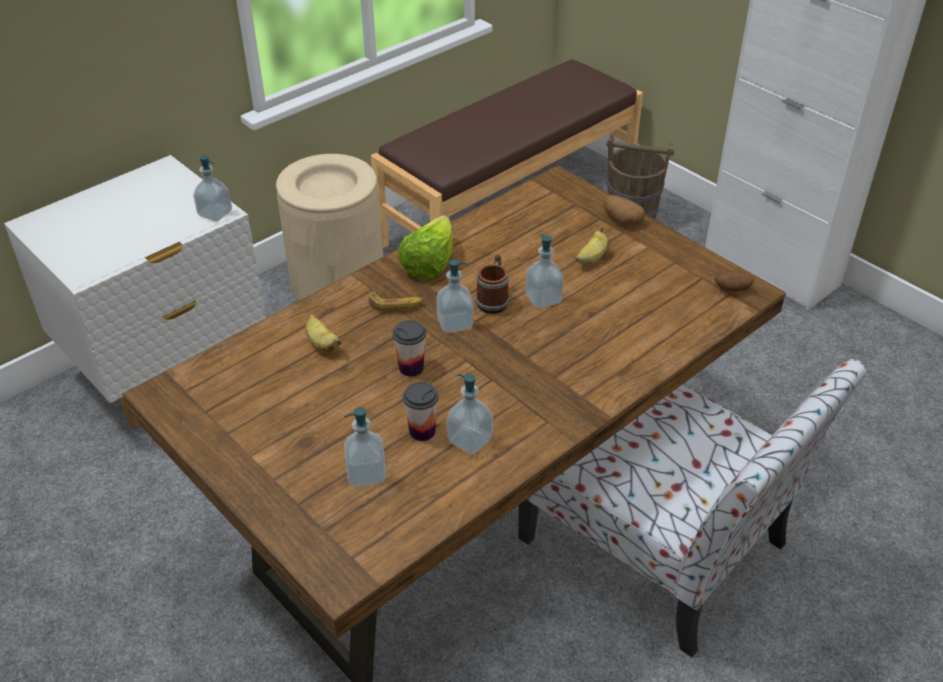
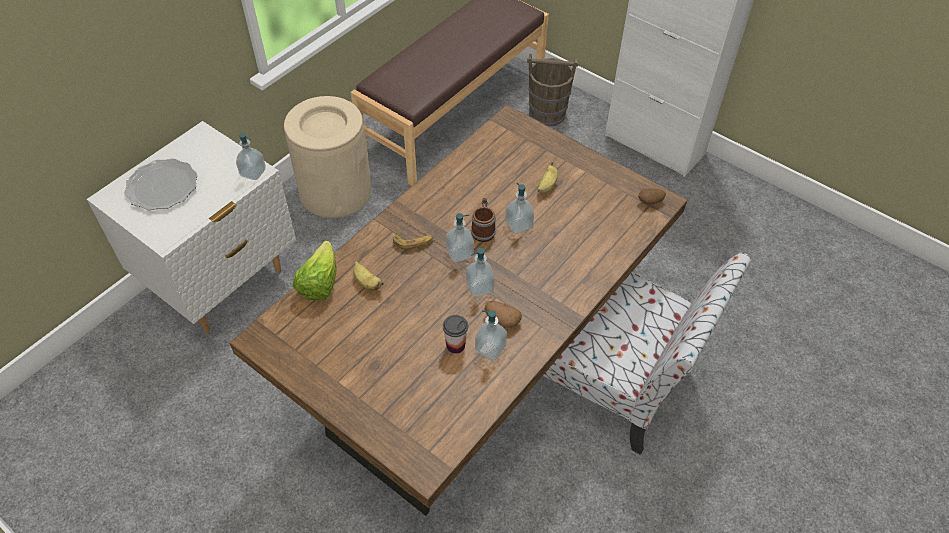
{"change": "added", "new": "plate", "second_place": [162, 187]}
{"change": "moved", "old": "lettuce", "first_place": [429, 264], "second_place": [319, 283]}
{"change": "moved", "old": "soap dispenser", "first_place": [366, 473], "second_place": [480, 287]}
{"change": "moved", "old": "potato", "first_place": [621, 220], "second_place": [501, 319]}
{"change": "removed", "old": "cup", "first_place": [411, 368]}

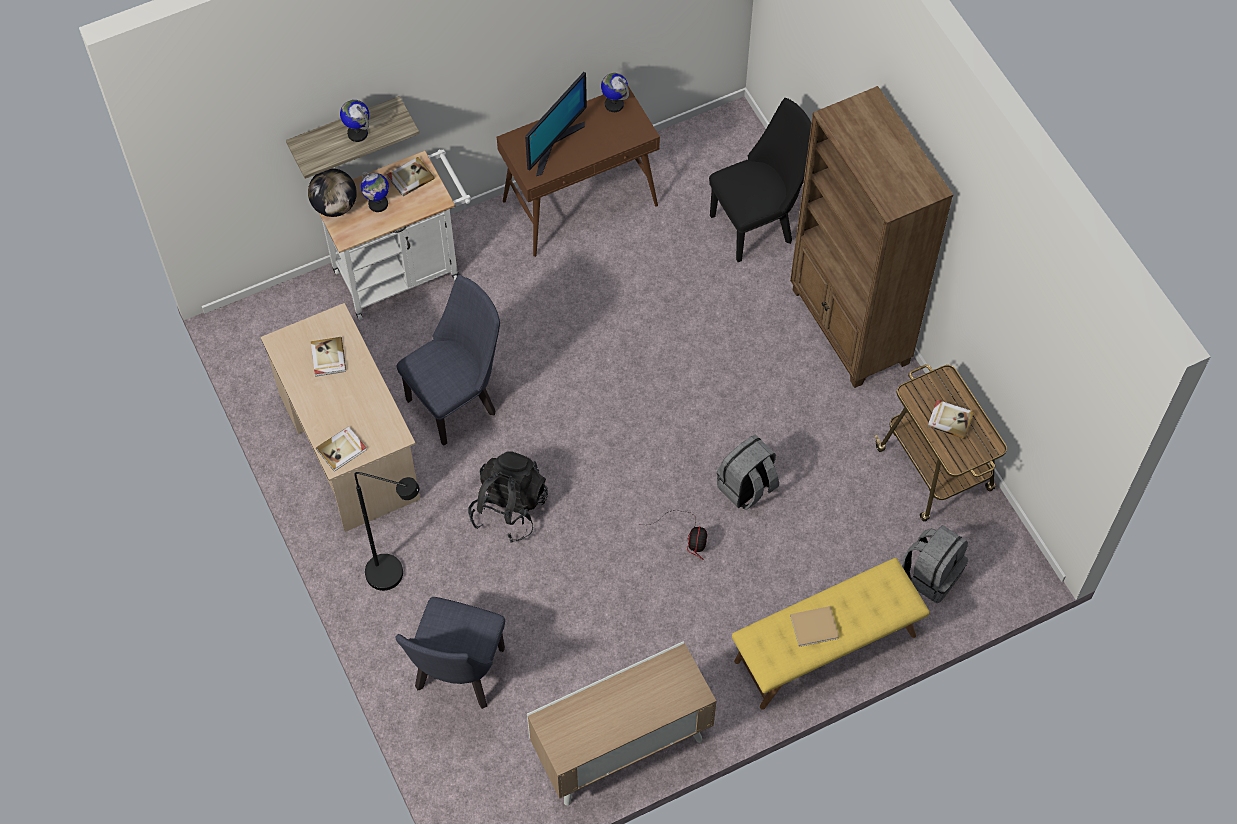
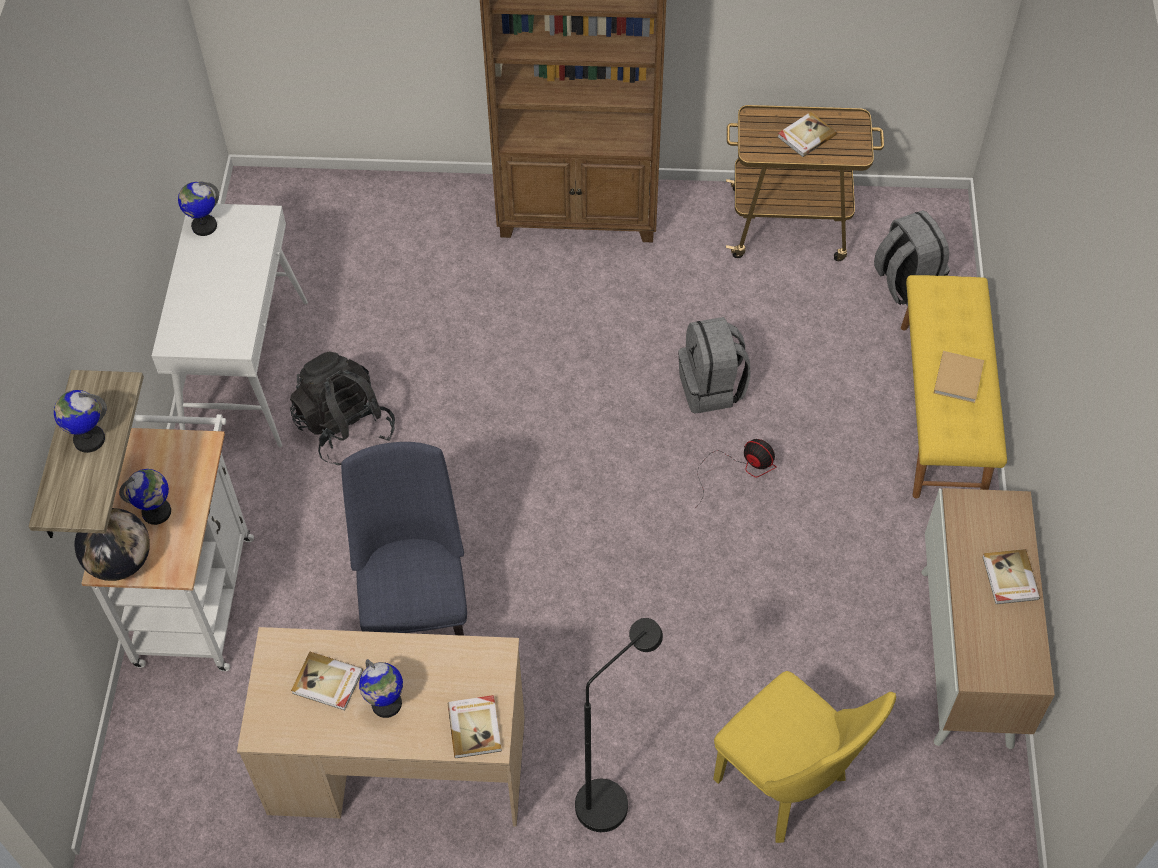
{"change": "recoloured", "old": "brown console table", "new": "white console table", "first_place": [580, 203], "second_place": [246, 370]}
{"change": "moved", "old": "black backpack", "first_place": [509, 508], "second_place": [345, 428]}
{"change": "added", "new": "globe", "second_place": [386, 704]}
{"change": "recoloured", "old": "blue chair", "new": "yellow chair", "first_place": [458, 676], "second_place": [788, 787]}
{"change": "moved", "old": "book", "first_place": [410, 177], "second_place": [1009, 578]}
{"change": "removed", "old": "monitor", "first_place": [553, 144]}
{"change": "removed", "old": "black chair", "first_place": [757, 225]}

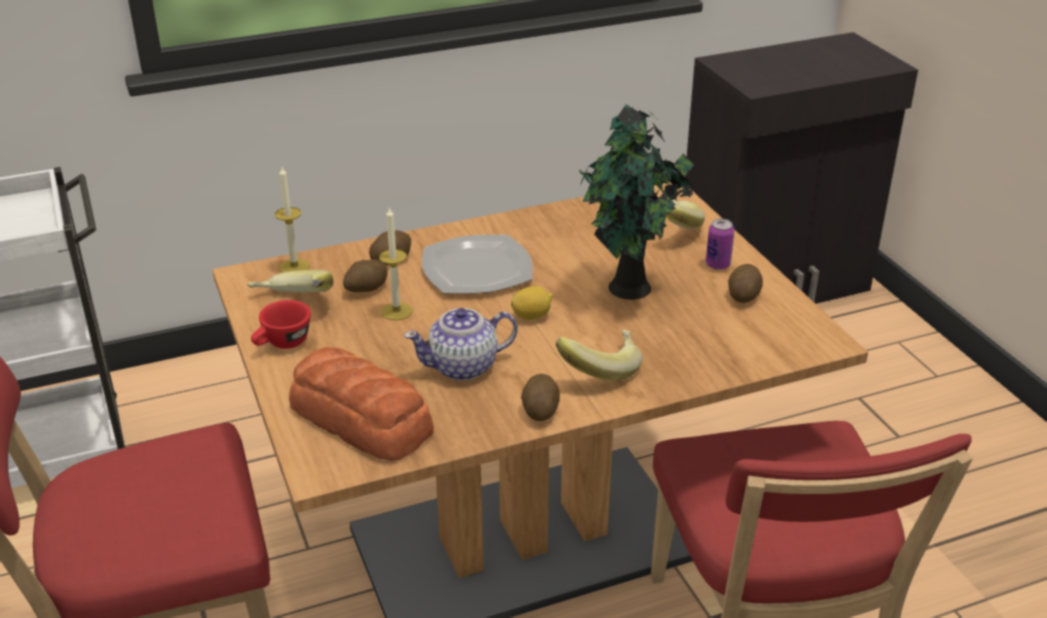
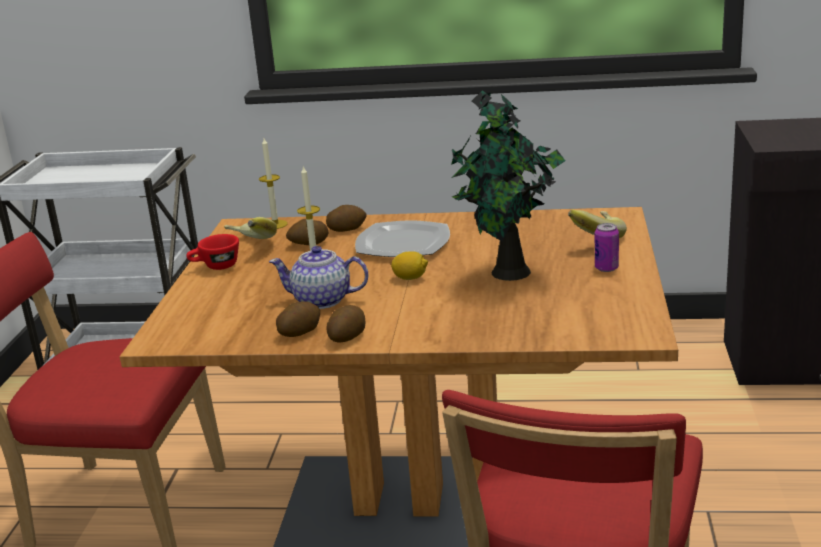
{"change": "moved", "old": "potato", "first_place": [743, 295], "second_place": [300, 332]}
{"change": "removed", "old": "bread", "first_place": [362, 420]}
{"change": "removed", "old": "banana", "first_place": [599, 368]}

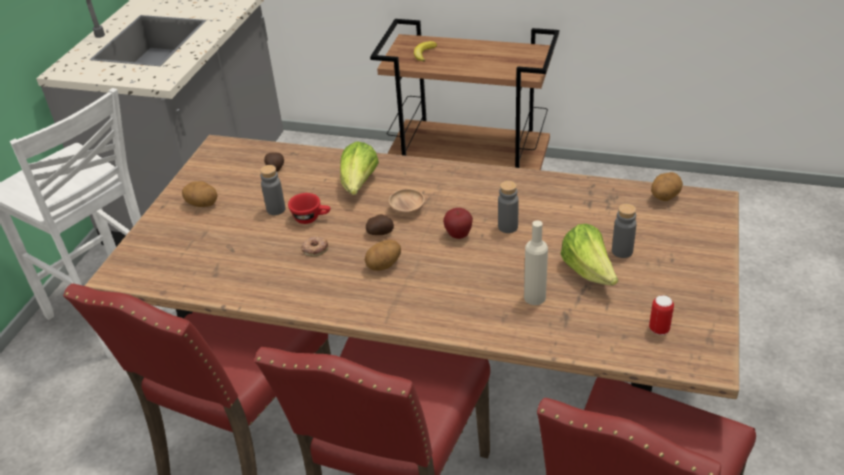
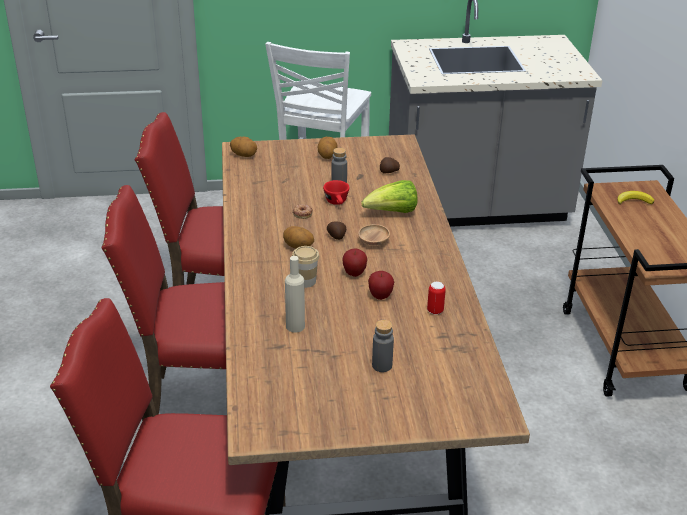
{"change": "moved", "old": "potato", "first_place": [664, 197], "second_place": [244, 155]}
{"change": "added", "new": "cup", "second_place": [305, 281]}
{"change": "replaced", "old": "grey bottle", "new": "apple", "first_place": [508, 227], "second_place": [380, 296]}
{"change": "moved", "old": "can", "first_place": [659, 329], "second_place": [435, 311]}
{"change": "removed", "old": "lettuce", "first_place": [588, 272]}

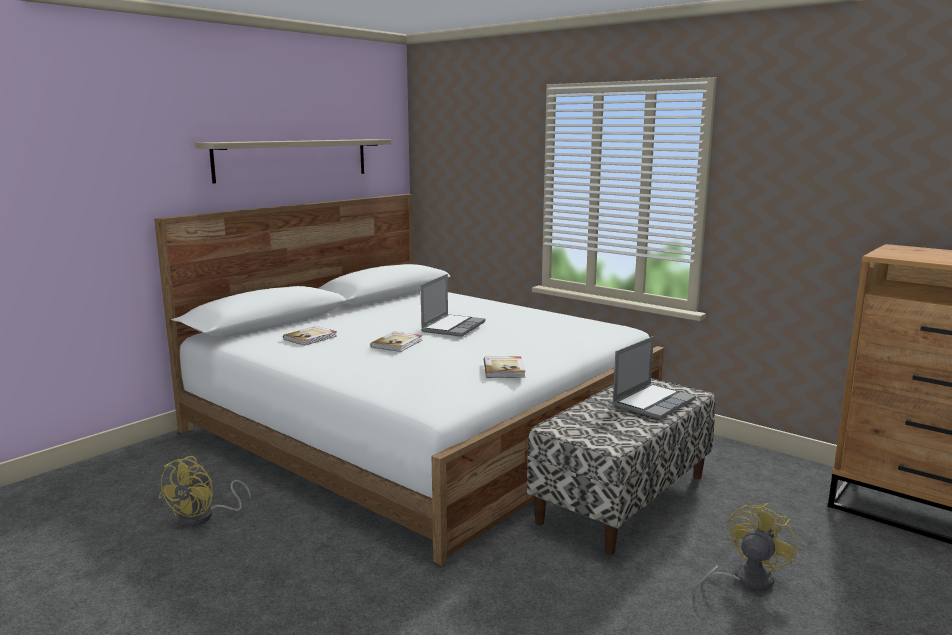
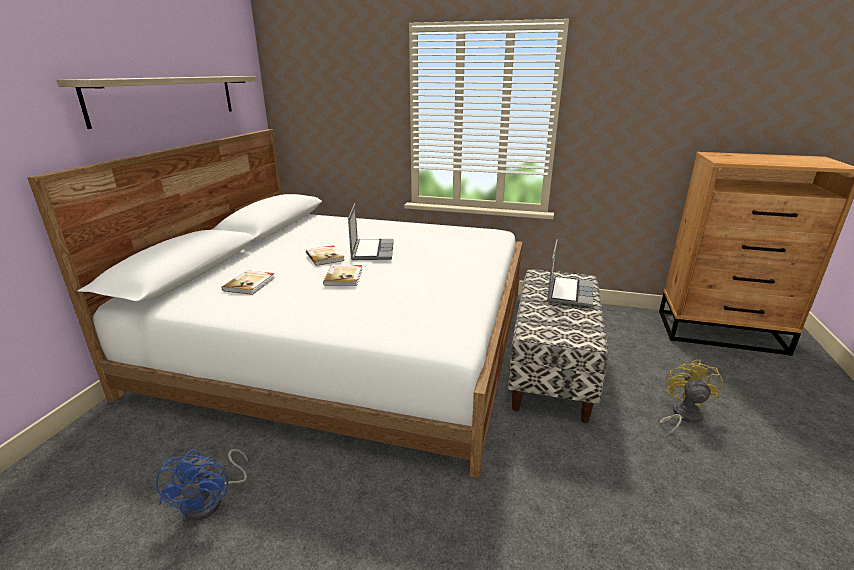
{"change": "recoloured", "old": "yellow fan", "new": "blue fan", "first_place": [204, 517], "second_place": [211, 500]}
{"change": "moved", "old": "book", "first_place": [504, 369], "second_place": [325, 257]}

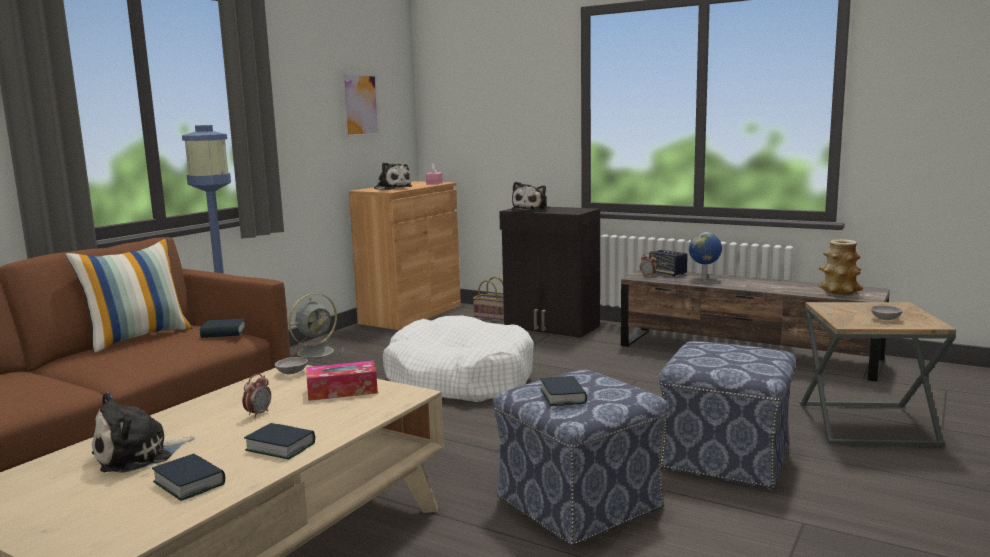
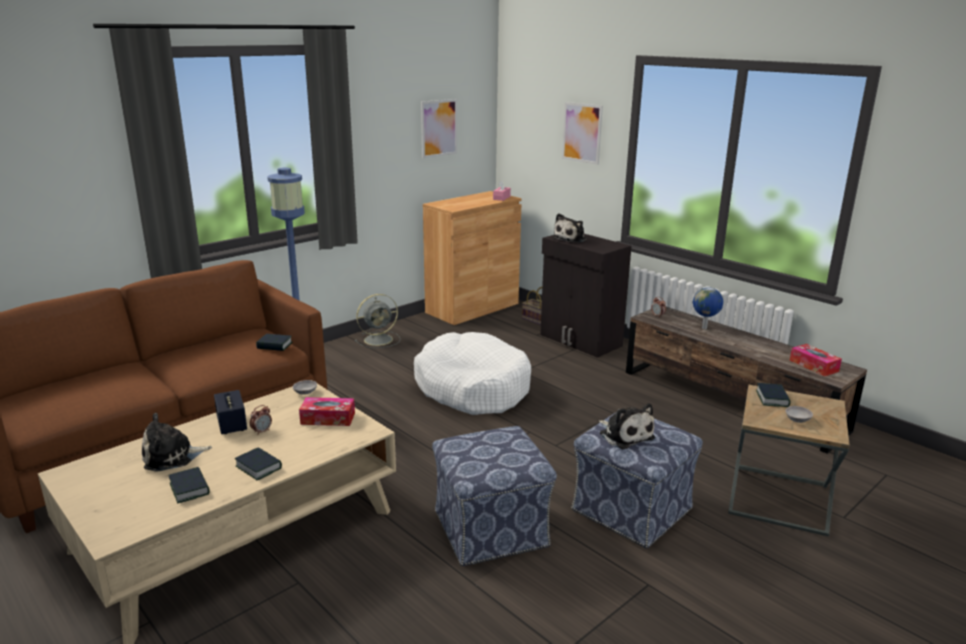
{"change": "moved", "old": "speaker", "first_place": [667, 273], "second_place": [232, 424]}
{"change": "added", "new": "picture", "second_place": [582, 133]}
{"change": "moved", "old": "plush toy", "first_place": [392, 188], "second_place": [625, 435]}
{"change": "moved", "old": "book", "first_place": [563, 396], "second_place": [772, 398]}
{"change": "replaced", "old": "vase", "new": "tissue box", "first_place": [839, 291], "second_place": [813, 366]}
{"change": "removed", "old": "pillow", "first_place": [138, 337]}

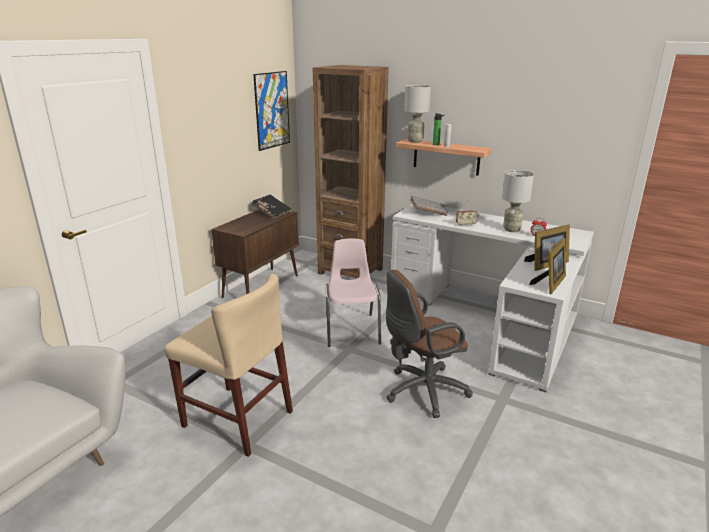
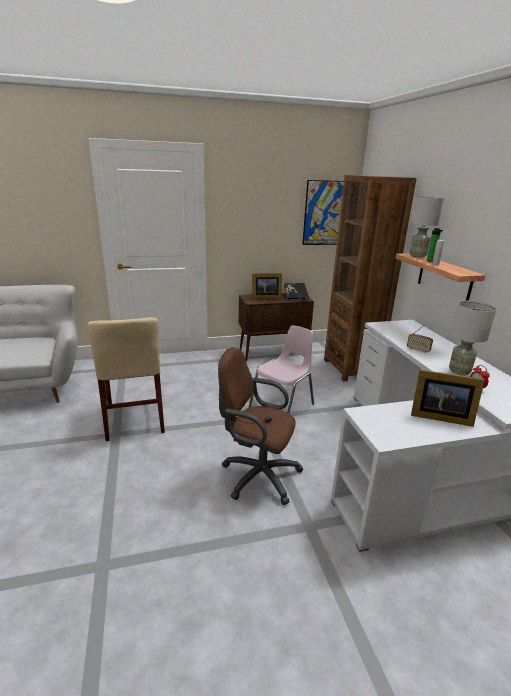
{"change": "moved", "old": "picture frame", "first_place": [550, 283], "second_place": [265, 297]}
{"change": "removed", "old": "grey book", "first_place": [428, 212]}

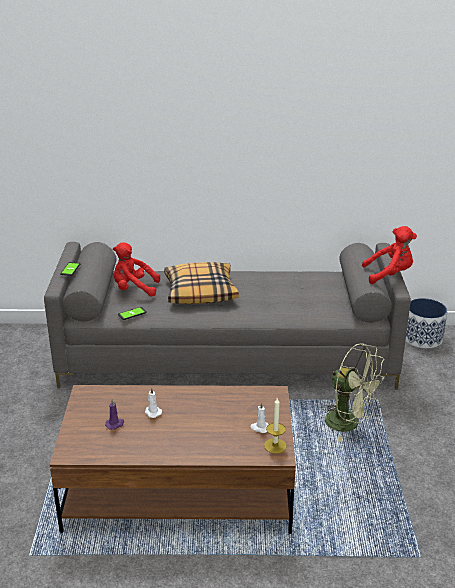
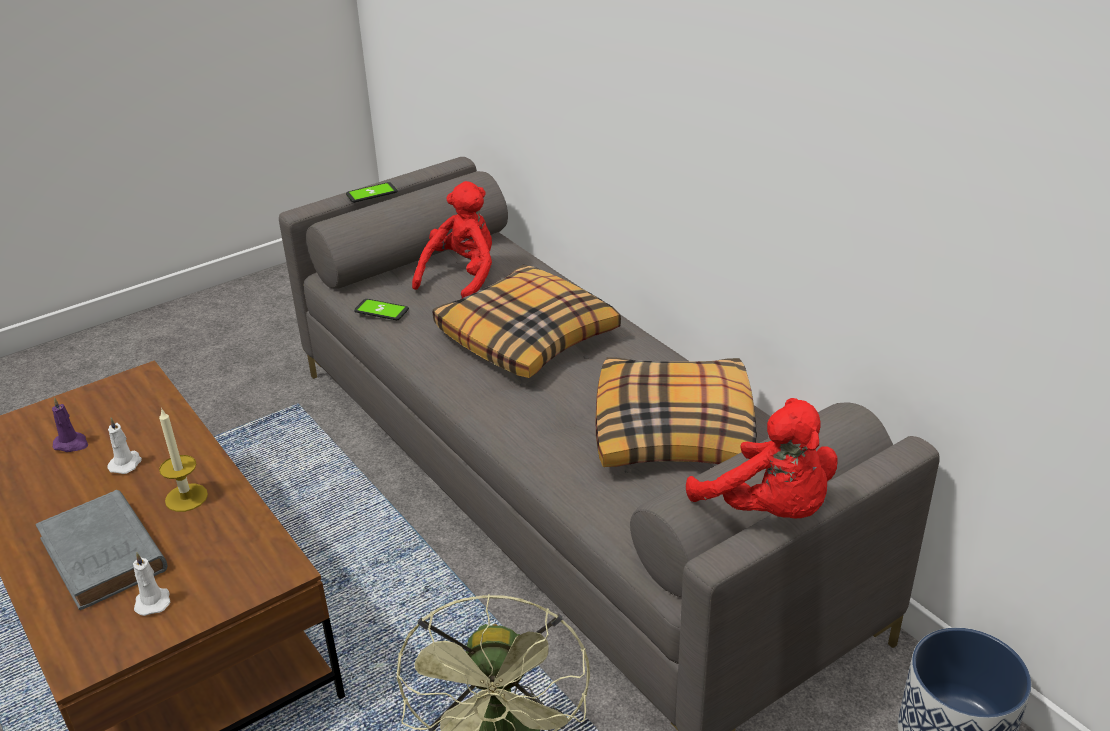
{"change": "added", "new": "grey book", "second_place": [105, 556]}
{"change": "moved", "old": "candle", "first_place": [275, 446], "second_place": [186, 497]}
{"change": "turned", "old": "red plush toy", "first_place": [134, 289], "second_place": [462, 278], "degrees": 60}
{"change": "added", "new": "pillow", "second_place": [675, 431]}

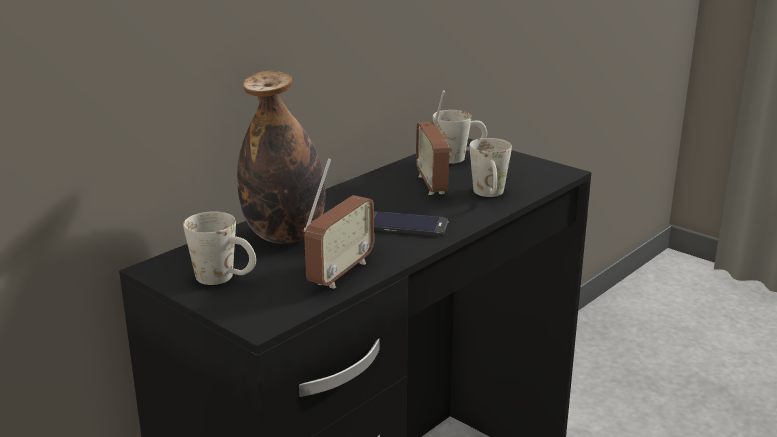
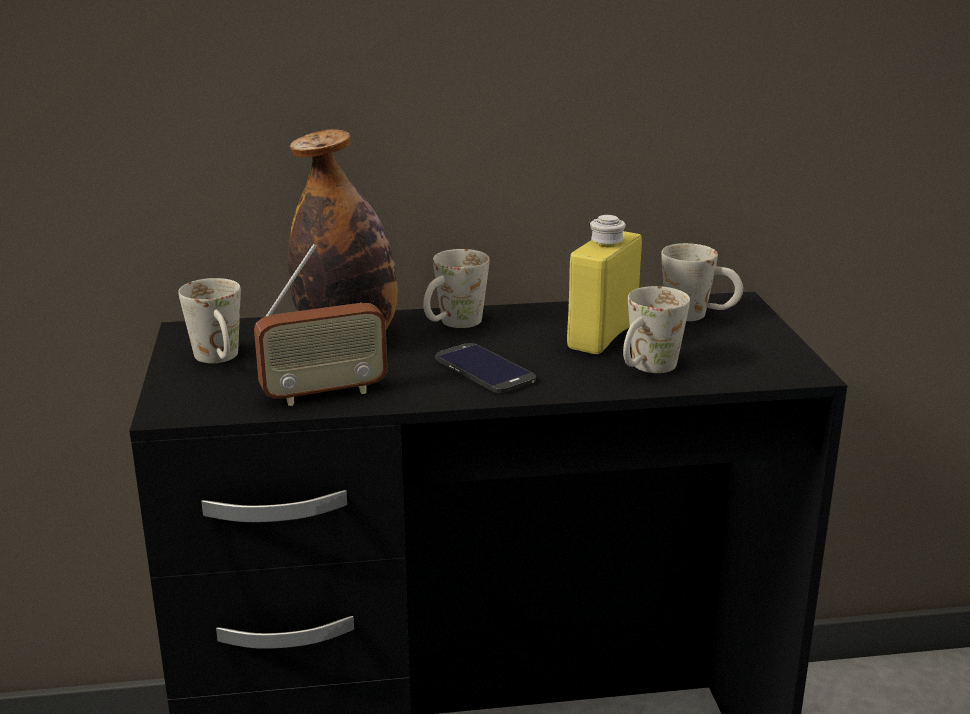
{"change": "added", "new": "white mug", "second_place": [453, 325]}
{"change": "replaced", "old": "radio", "new": "yellow bottle", "first_place": [432, 184], "second_place": [602, 336]}

